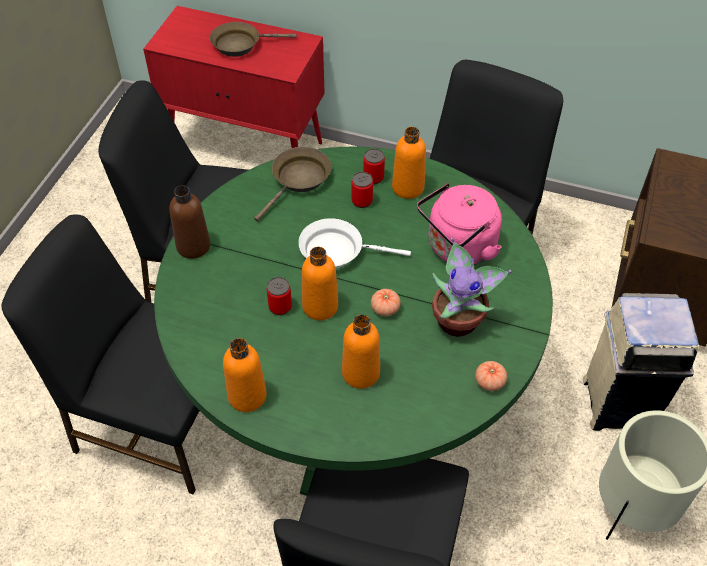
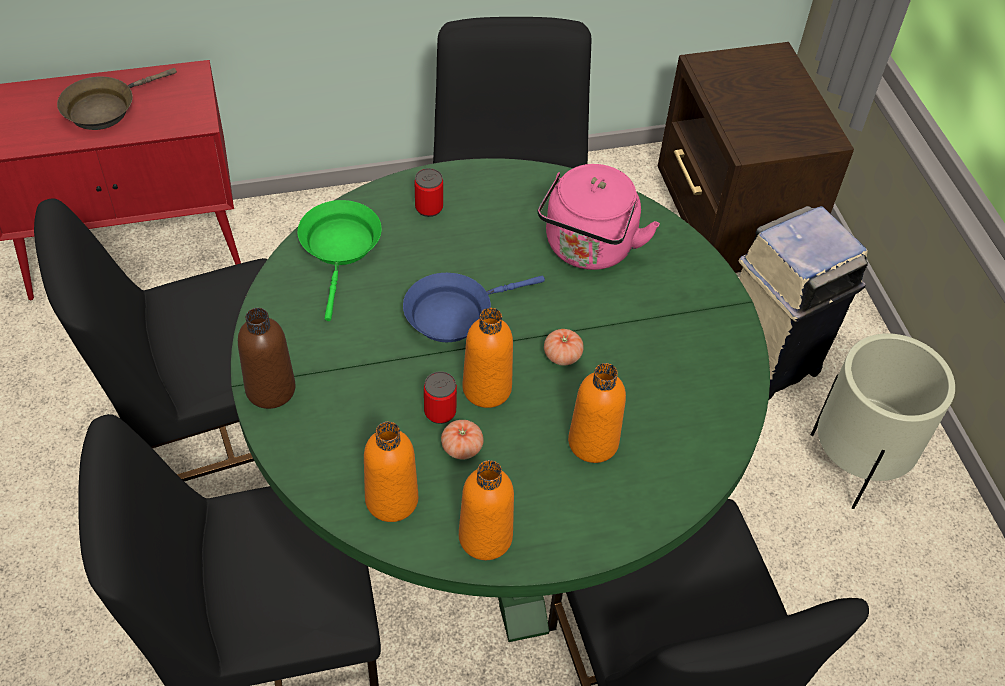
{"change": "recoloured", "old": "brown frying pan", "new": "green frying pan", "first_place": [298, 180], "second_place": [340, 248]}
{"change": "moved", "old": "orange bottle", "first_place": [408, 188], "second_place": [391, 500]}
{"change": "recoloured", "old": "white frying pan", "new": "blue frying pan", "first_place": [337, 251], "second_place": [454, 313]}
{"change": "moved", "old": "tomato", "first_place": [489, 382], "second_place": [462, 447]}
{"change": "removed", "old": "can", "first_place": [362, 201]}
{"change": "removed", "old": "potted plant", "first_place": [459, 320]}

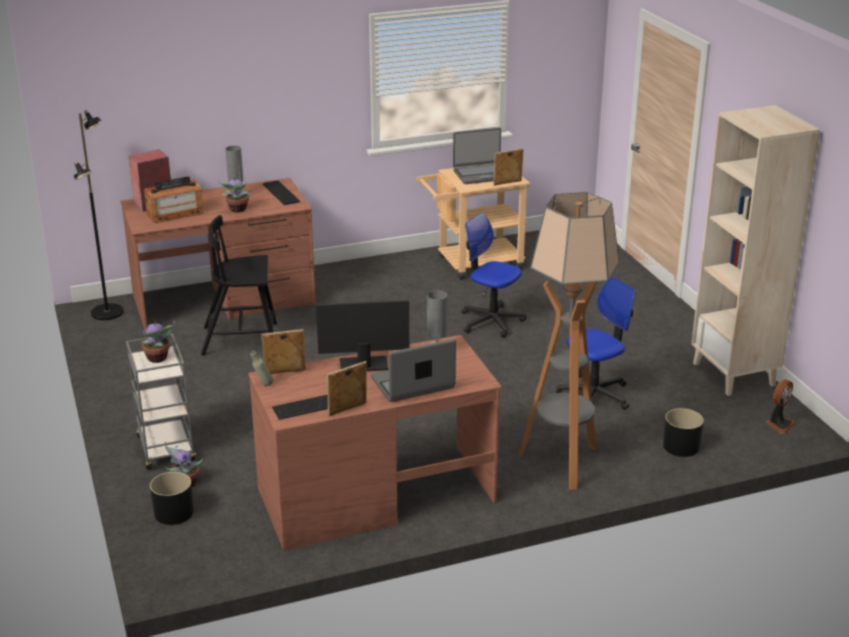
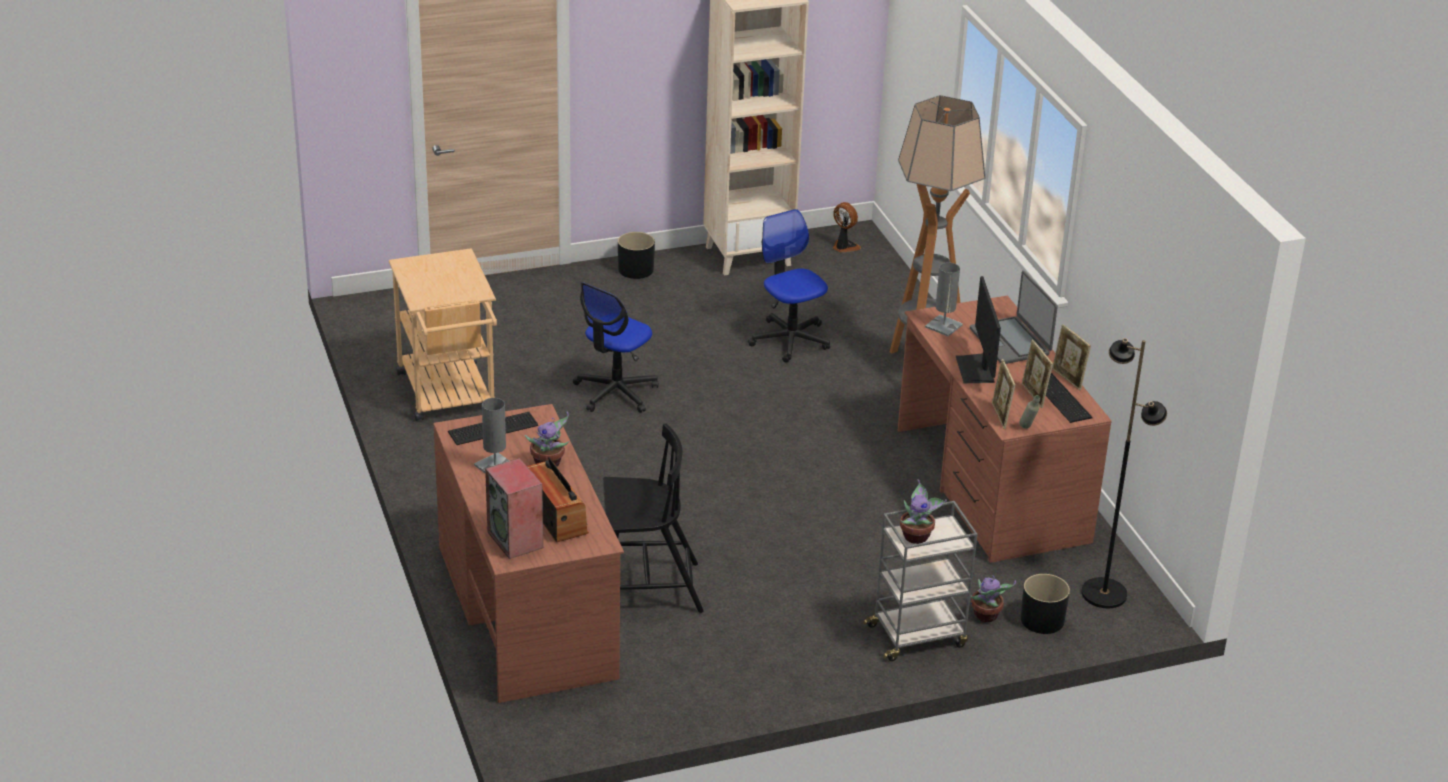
{"change": "turned", "old": "black chair", "first_place": [241, 339], "second_place": [646, 589], "degrees": -90}
{"change": "moved", "old": "black planter", "first_place": [680, 447], "second_place": [636, 270]}
{"change": "moved", "old": "picture frame", "first_place": [507, 184], "second_place": [1034, 396]}
{"change": "moved", "old": "black floor lamp", "first_place": [108, 313], "second_place": [1104, 593]}
{"change": "removed", "old": "laptop", "first_place": [481, 174]}

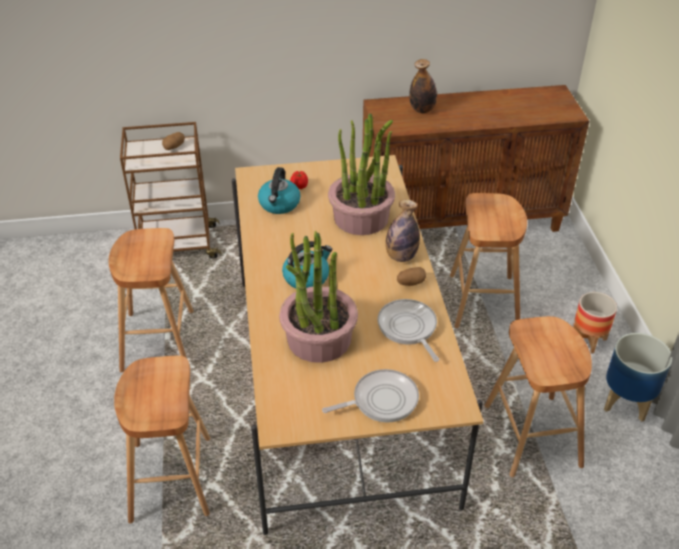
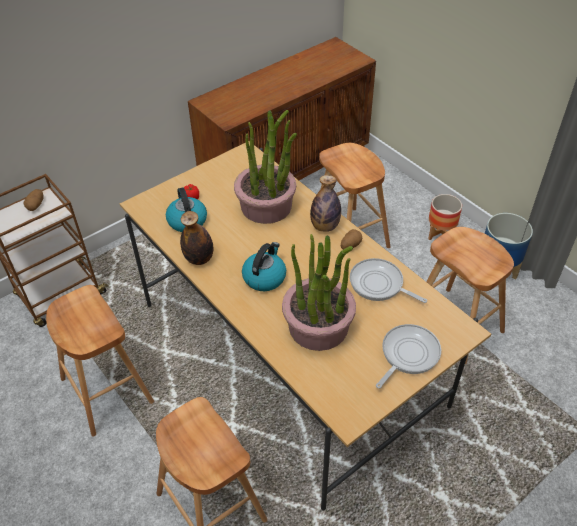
{"change": "moved", "old": "bottle", "first_place": [422, 109], "second_place": [199, 259]}

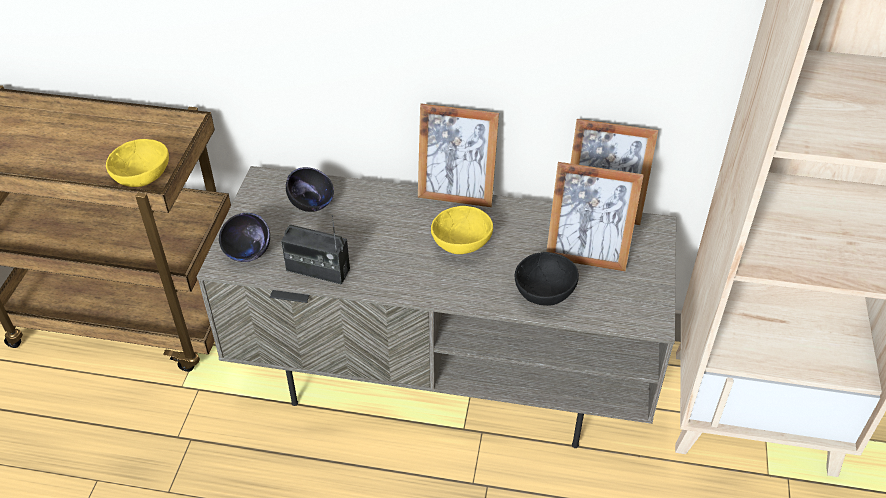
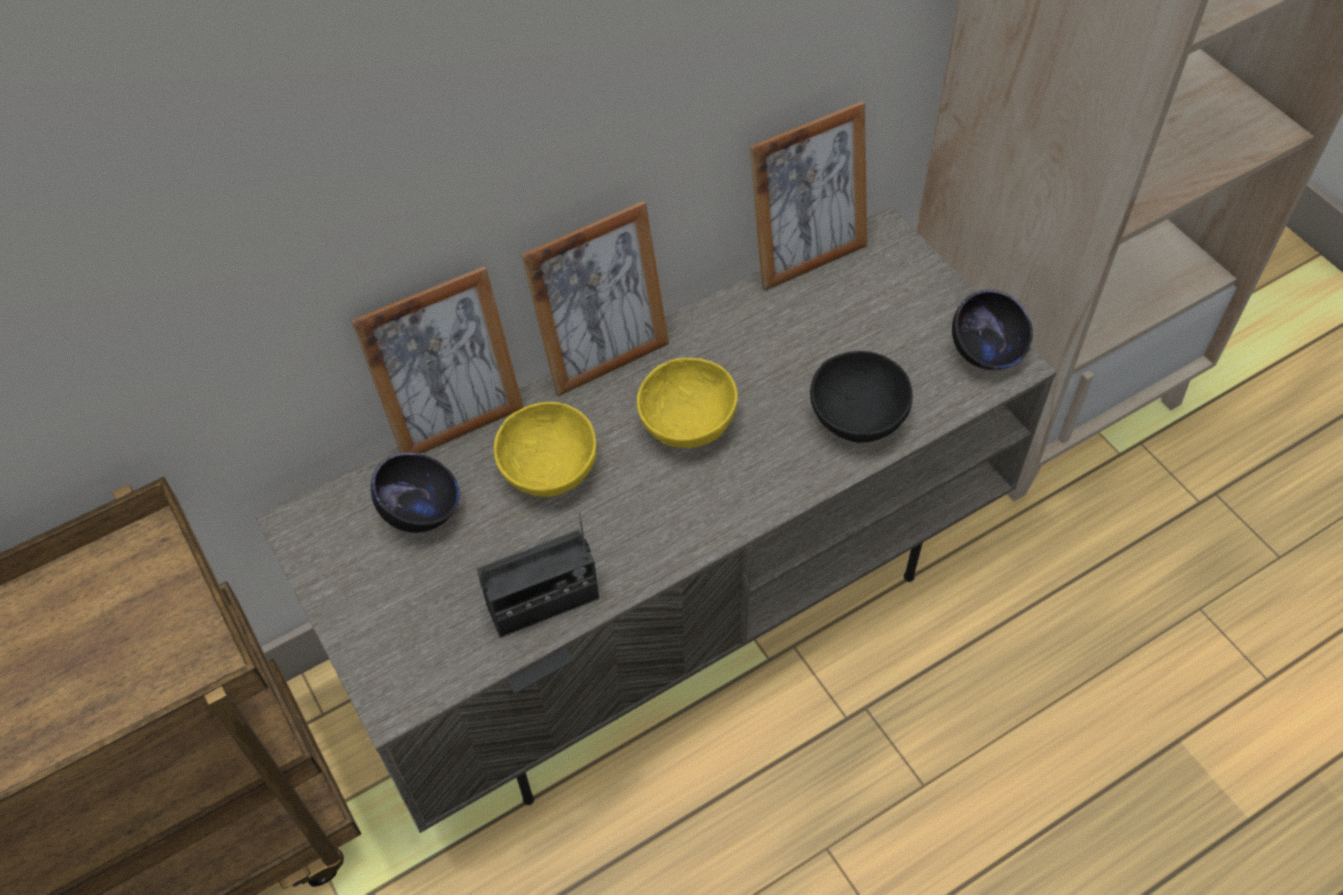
{"change": "moved", "old": "picture frame", "first_place": [586, 256], "second_place": [456, 420]}
{"change": "moved", "old": "yellow bowl", "first_place": [141, 177], "second_place": [547, 469]}
{"change": "moved", "old": "black bowl", "first_place": [248, 253], "second_place": [985, 353]}

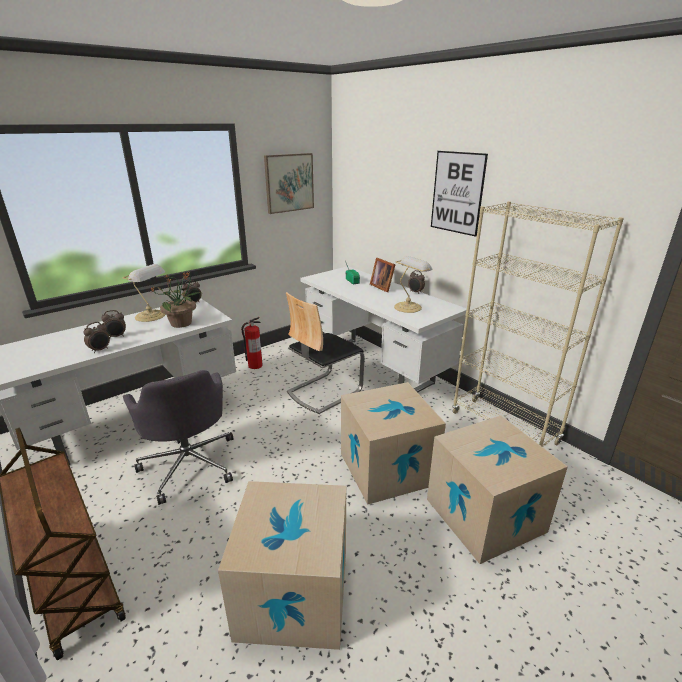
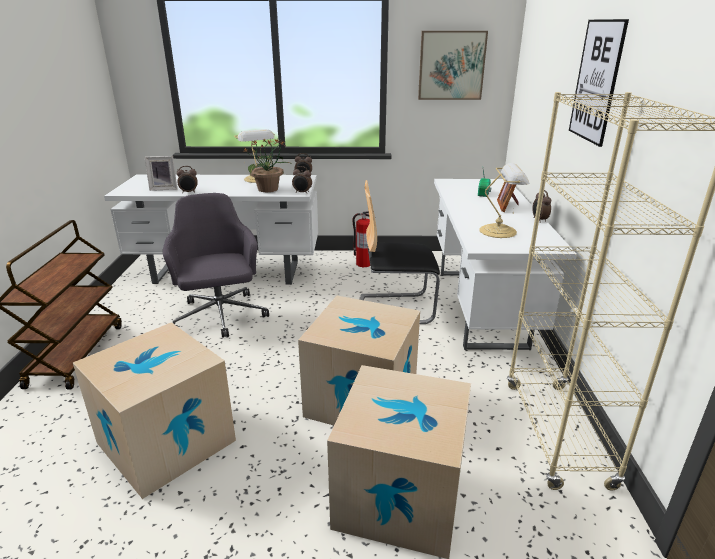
{"change": "added", "new": "picture frame", "second_place": [164, 188]}
{"change": "turned", "old": "grey office chair", "first_place": [189, 464], "second_place": [220, 317], "degrees": 150}
{"change": "moved", "old": "alarm clock", "first_place": [117, 336], "second_place": [302, 192]}

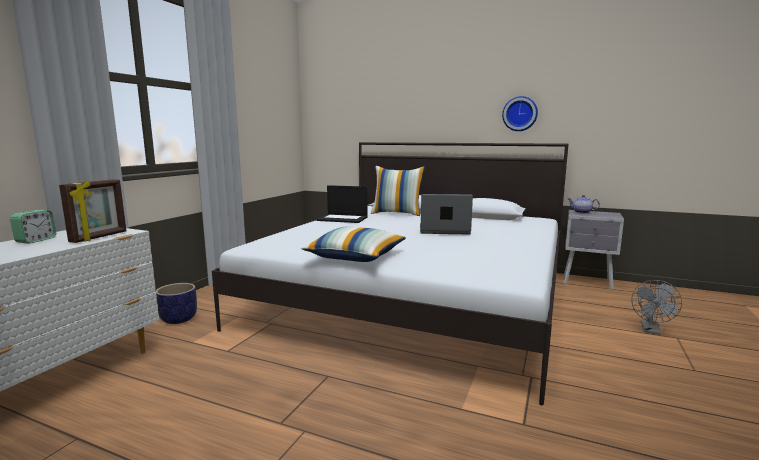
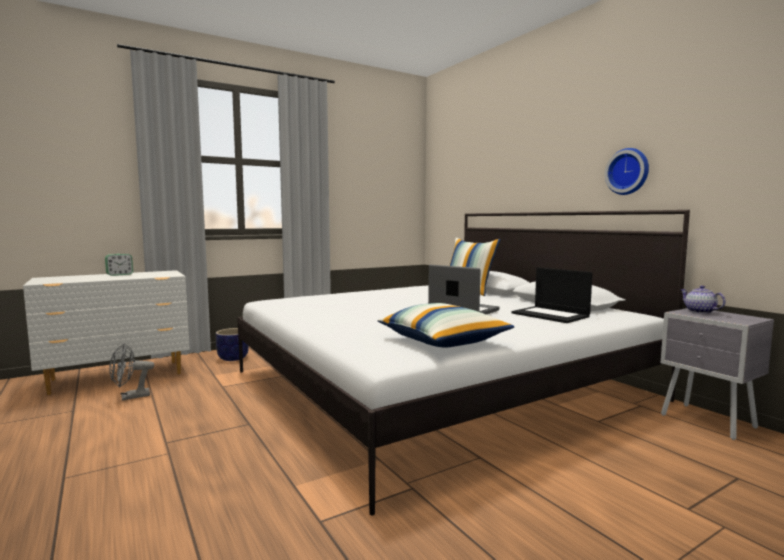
{"change": "moved", "old": "grey fan", "first_place": [651, 330], "second_place": [130, 397]}
{"change": "moved", "old": "pillow", "first_place": [356, 257], "second_place": [443, 341]}
{"change": "moved", "old": "laptop", "first_place": [343, 219], "second_place": [551, 315]}
{"change": "removed", "old": "picture frame", "first_place": [99, 237]}

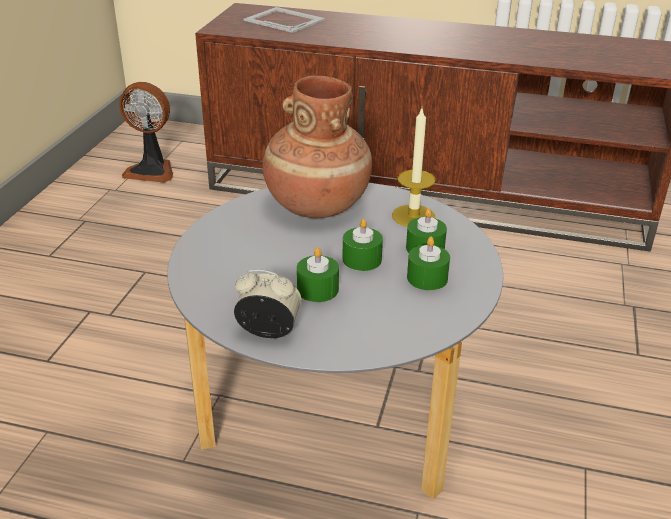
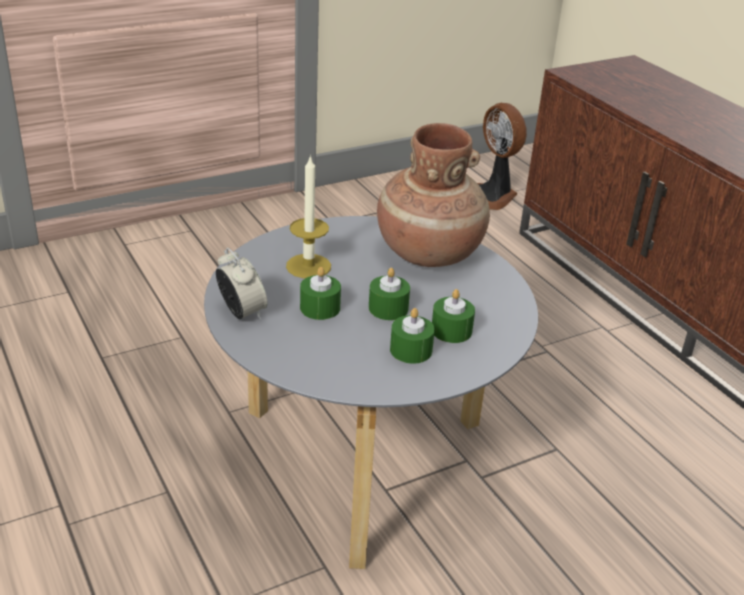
{"change": "moved", "old": "candle", "first_place": [413, 216], "second_place": [308, 266]}
{"change": "removed", "old": "picture frame", "first_place": [284, 20]}

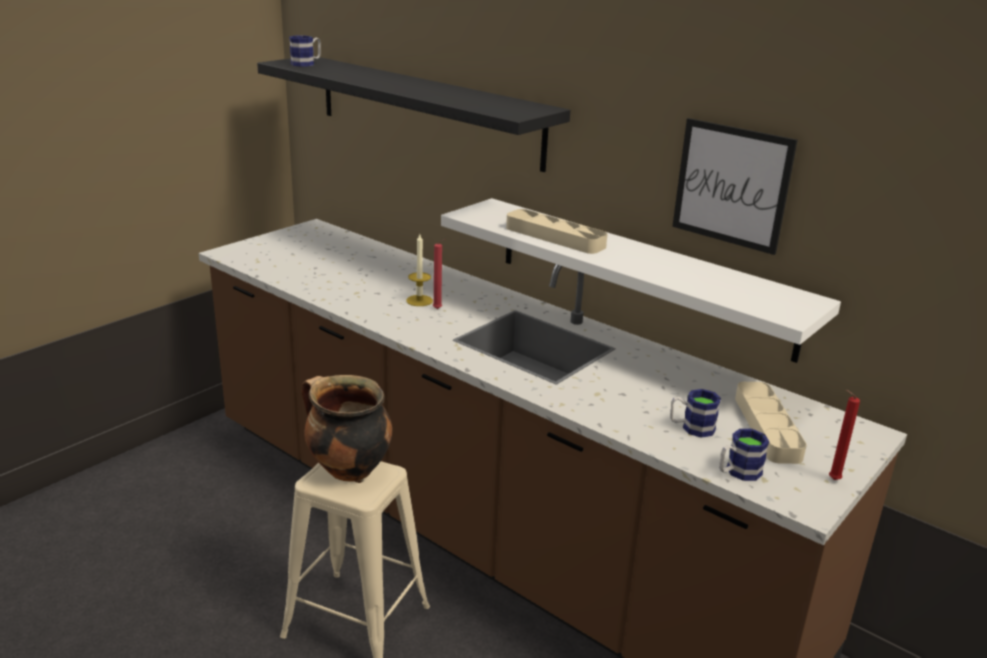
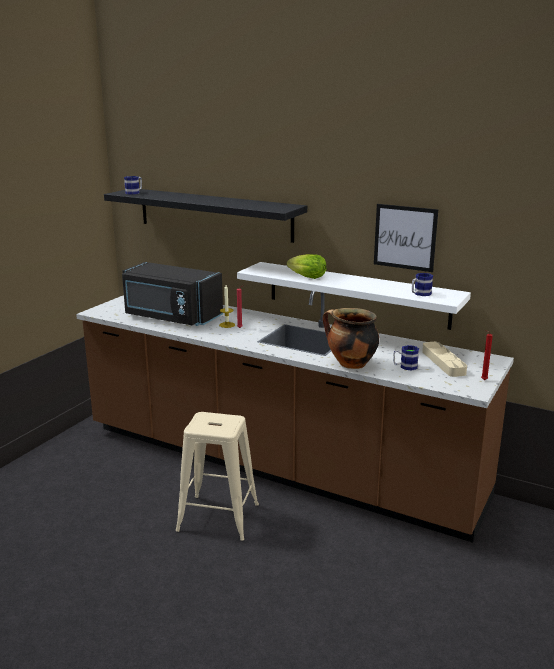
{"change": "added", "new": "black microwave", "second_place": [171, 317]}
{"change": "replaced", "old": "beige tray", "new": "lettuce", "first_place": [555, 237], "second_place": [307, 277]}
{"change": "moved", "old": "cooking pot", "first_place": [347, 469], "second_place": [350, 364]}
{"change": "moved", "old": "mug", "first_place": [738, 472], "second_place": [420, 294]}

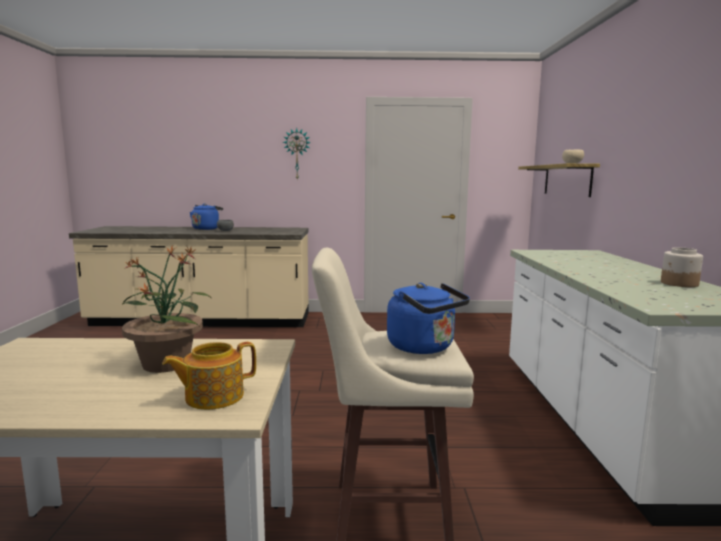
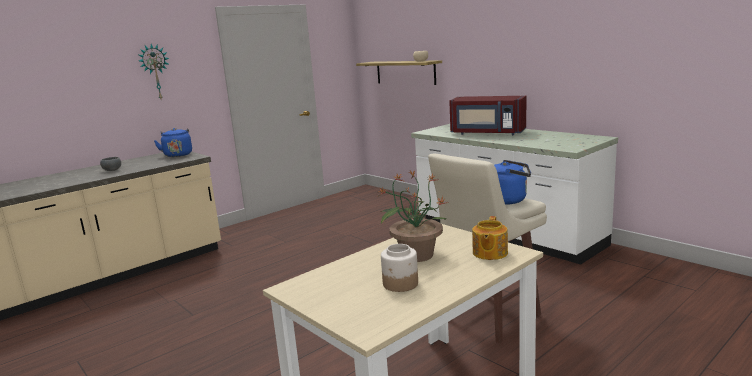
{"change": "moved", "old": "blue kettle", "first_place": [206, 228], "second_place": [178, 154]}
{"change": "moved", "old": "jar", "first_place": [679, 284], "second_place": [400, 284]}
{"change": "added", "new": "red microwave", "second_place": [487, 133]}

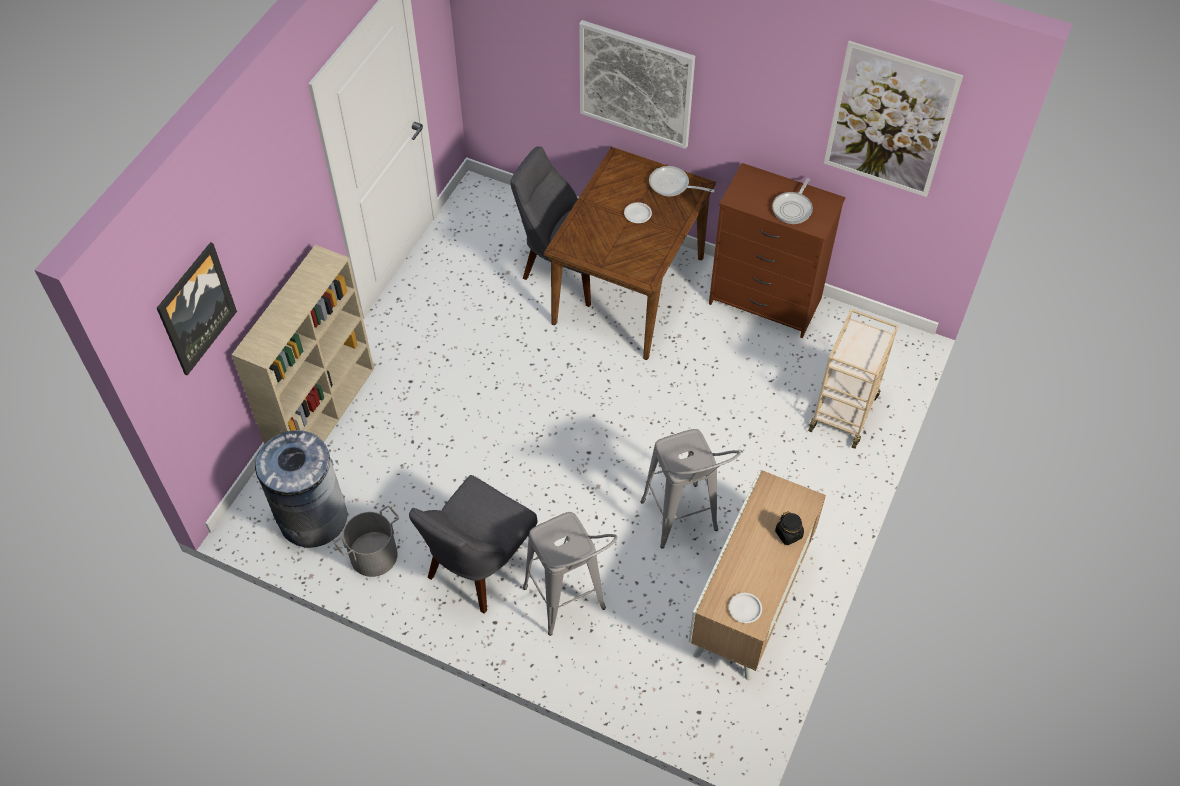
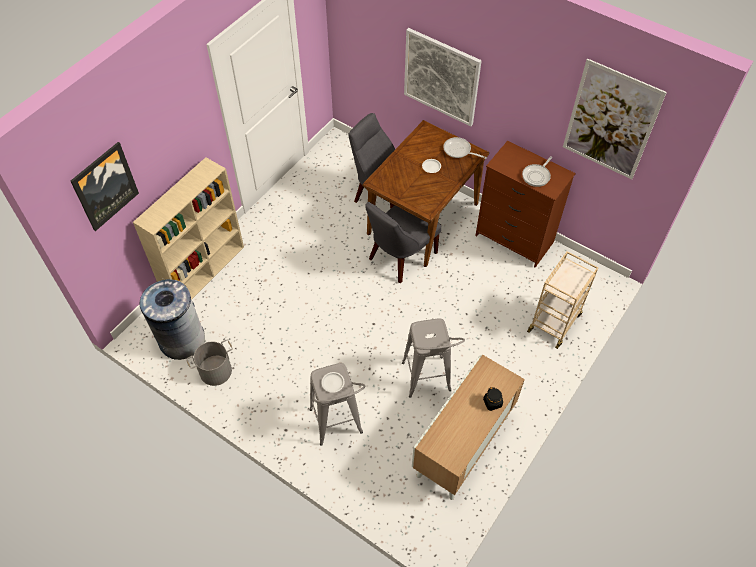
{"change": "moved", "old": "white plate", "first_place": [744, 609], "second_place": [332, 383]}
{"change": "moved", "old": "grey chair", "first_place": [478, 566], "second_place": [400, 257]}

